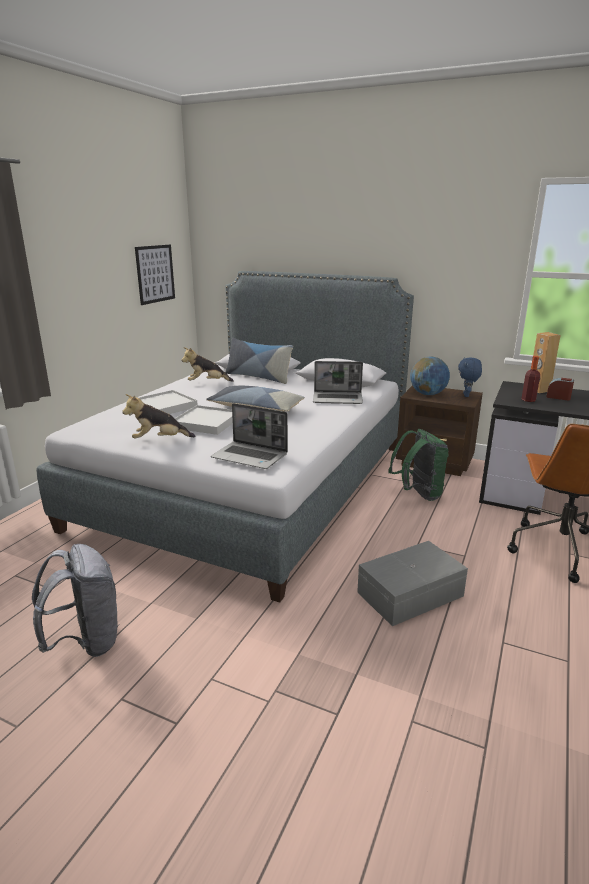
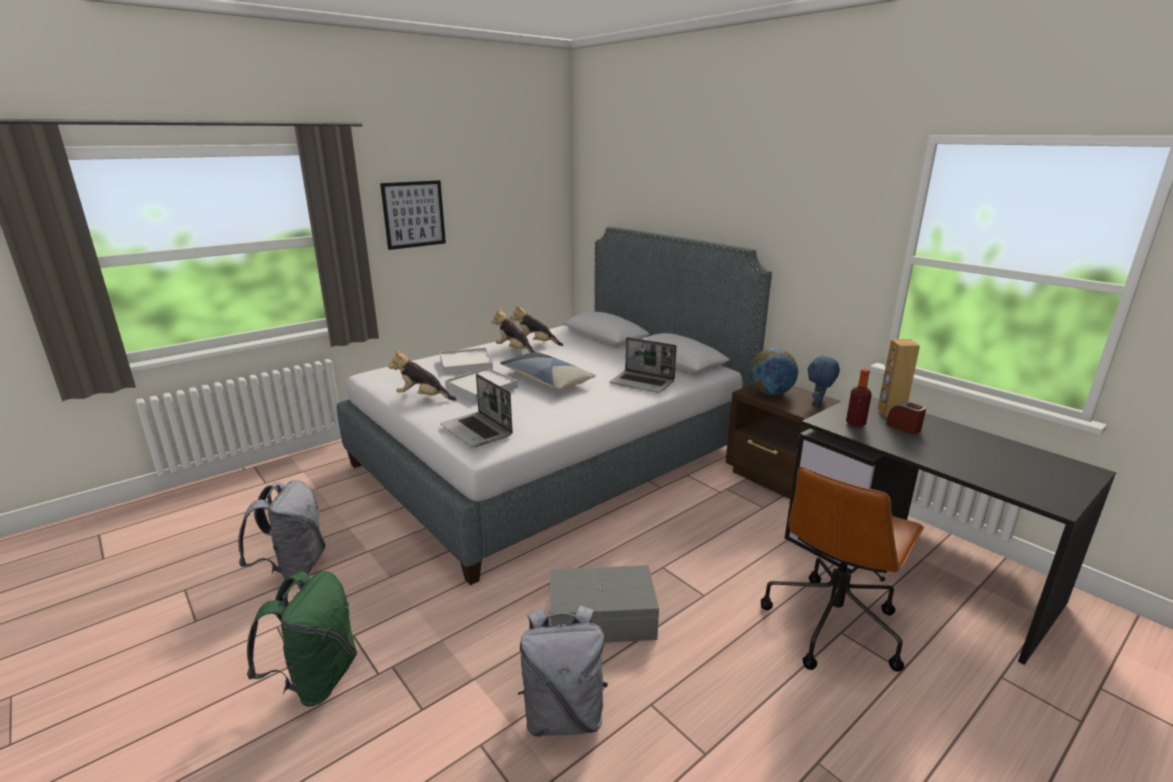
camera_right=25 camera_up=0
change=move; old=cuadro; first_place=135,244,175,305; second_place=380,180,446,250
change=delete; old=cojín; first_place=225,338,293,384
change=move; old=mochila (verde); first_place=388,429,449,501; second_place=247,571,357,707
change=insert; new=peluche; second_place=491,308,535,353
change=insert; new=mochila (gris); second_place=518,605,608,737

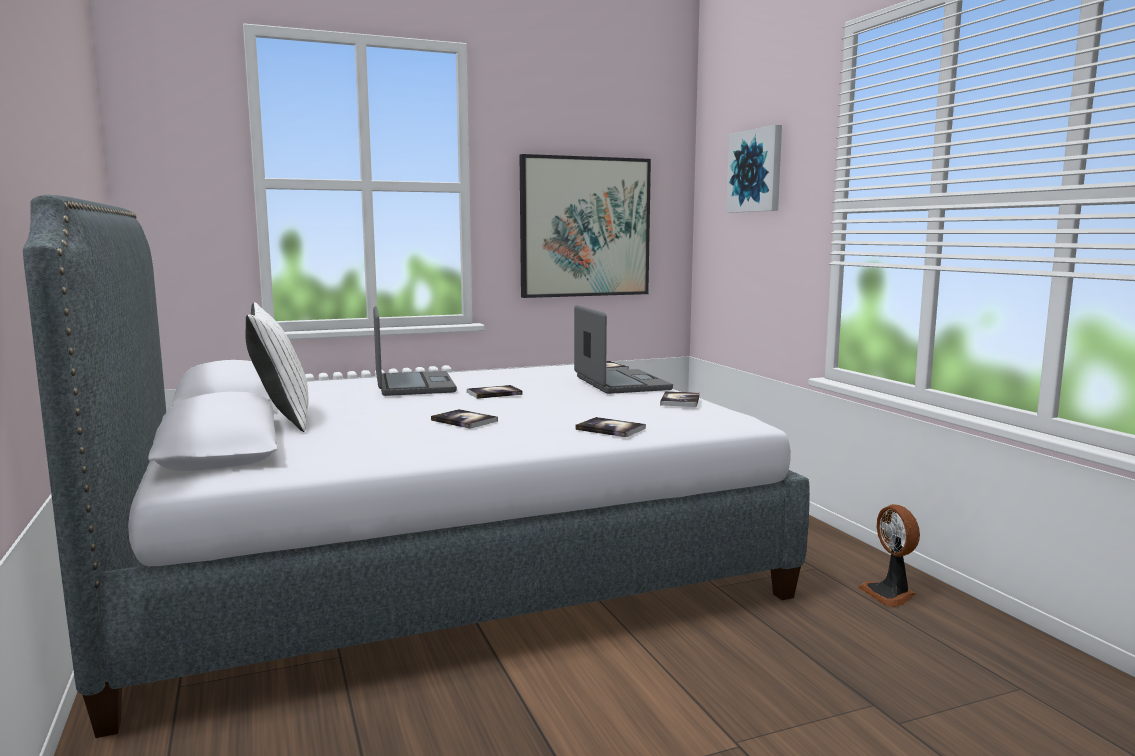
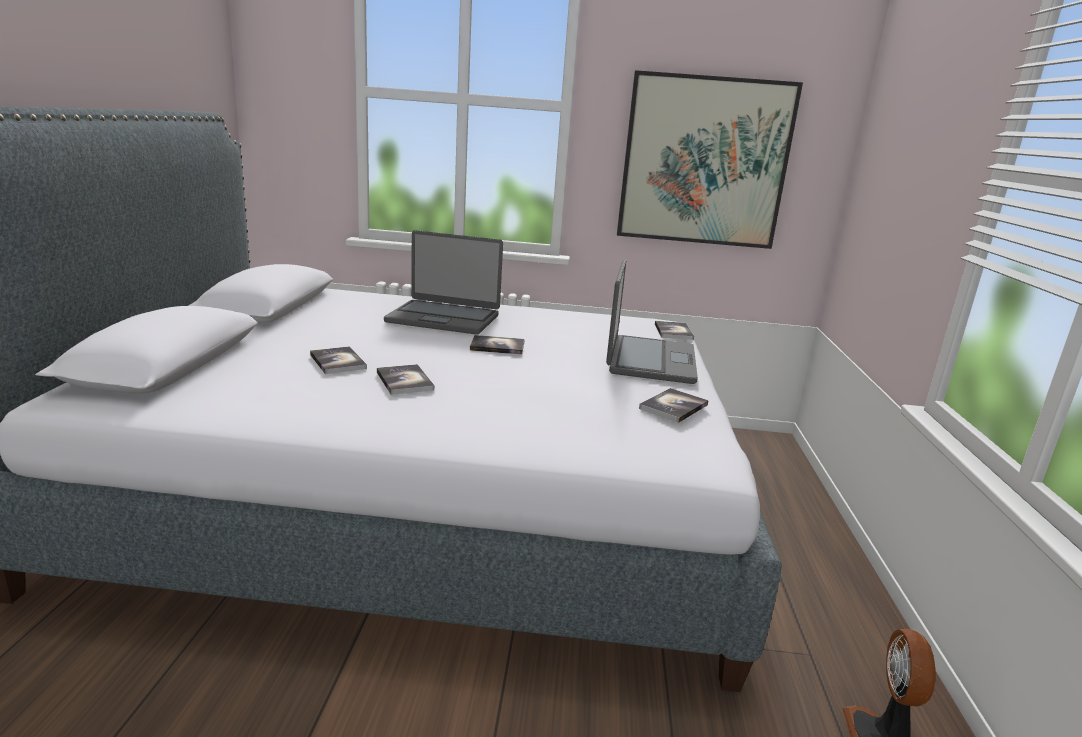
camera_right=25 camera_up=10
change=delete; old=cuadro; first_place=726,125,782,213
change=delete; old=cojín (blanco); first_place=245,302,308,432
change=rotate; old=portátil; first_place=373,306,457,396; second_place=384,230,503,335; degrees=90
change=move; old=libro; first_place=575,417,646,437; second_place=310,346,367,374

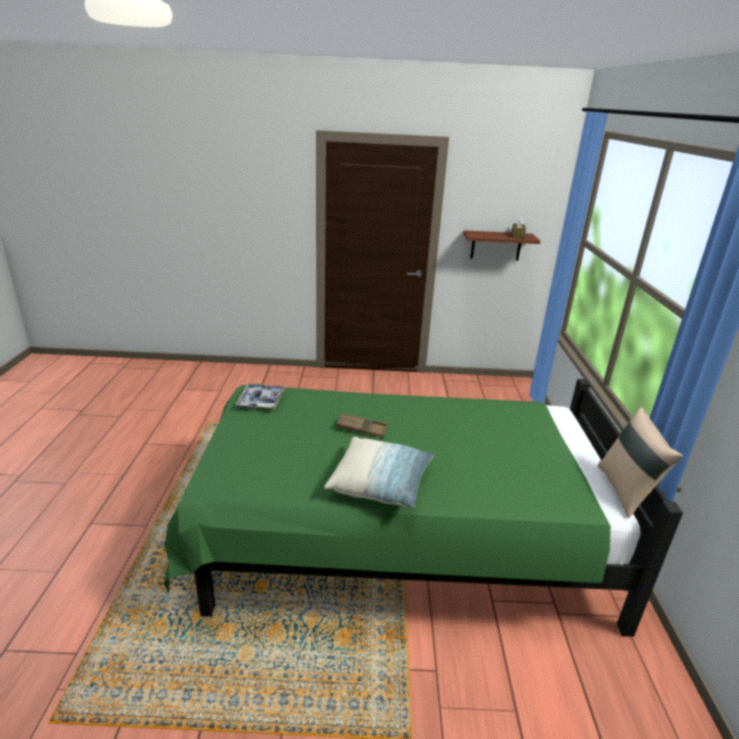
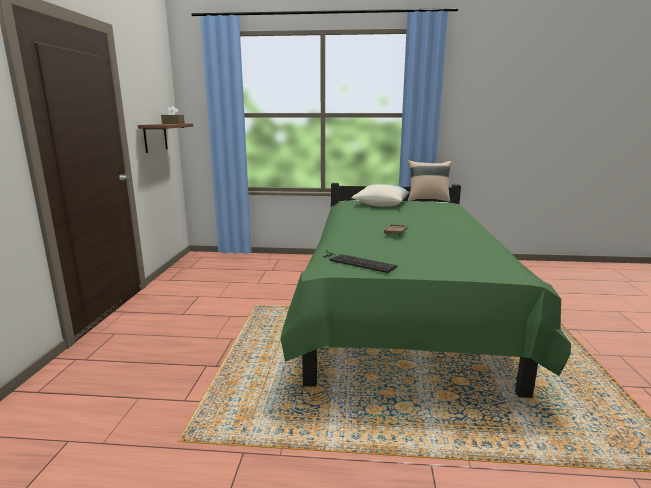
camera_right=-85 camera_up=-10
change=replace; old=bandeja; new=teclado; first_place=235,384,286,409; second_place=322,250,397,273
change=move; old=cojín; first_place=324,437,435,509; second_place=351,184,411,207

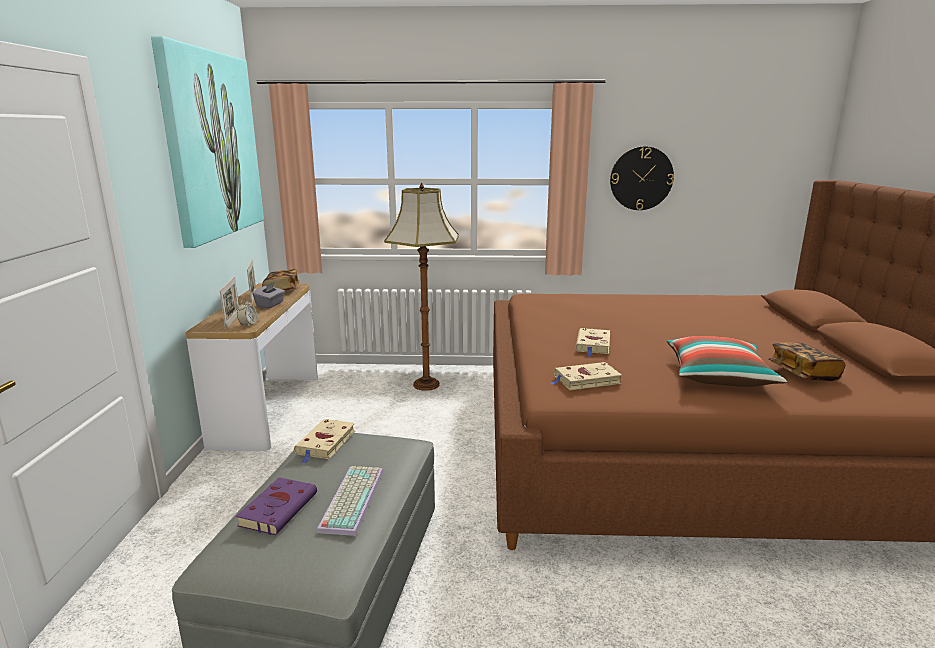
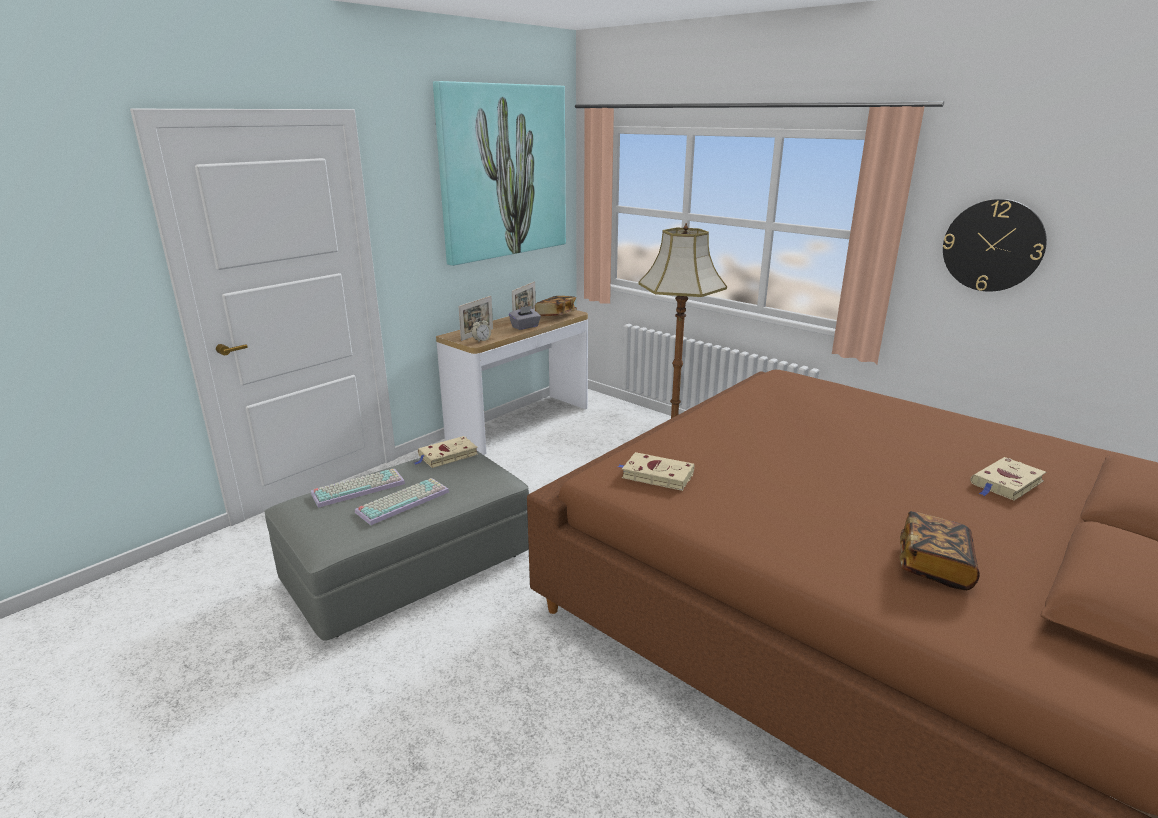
camera_right=40 camera_up=5
change=move; old=libro (beis); first_place=576,328,610,357; second_place=970,457,1046,501
change=delete; old=cojín; first_place=667,336,787,387
change=replace; old=libro (morado); new=teclado; first_place=236,477,317,535; second_place=311,469,405,508

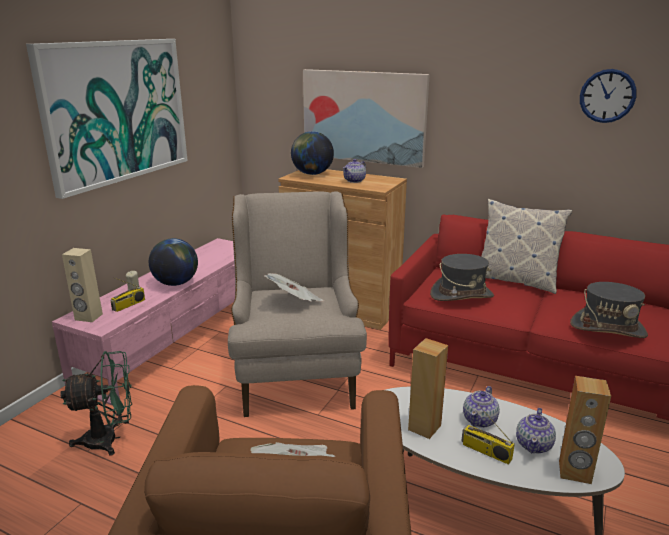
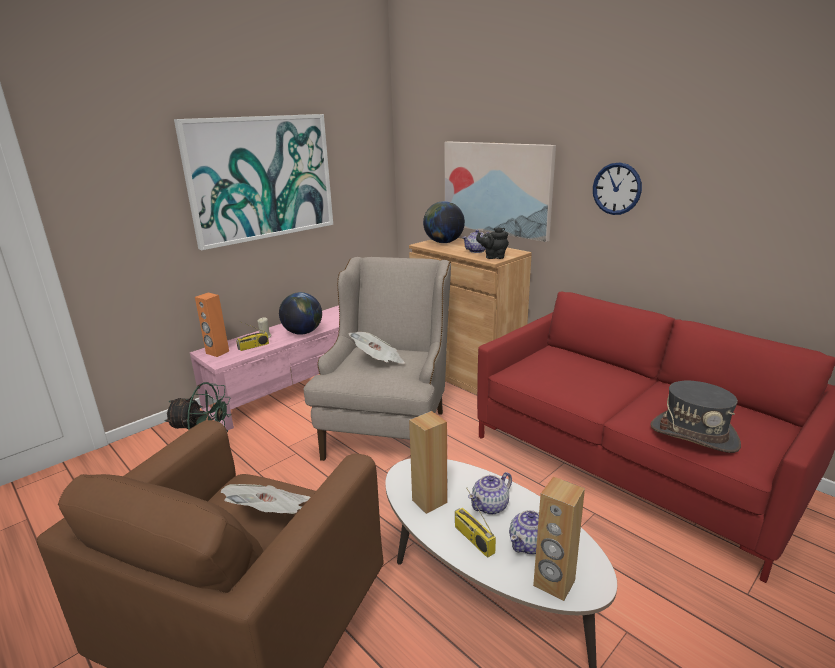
camera_right=20 camera_up=0
change=move; old=reloj de pared; first_place=580,69,637,123; second_place=593,162,642,215
change=delete; old=cojín; first_place=481,199,572,294
change=recolor; old=altavoz (beis); new=altavoz (naranja); first_place=62,248,103,322; second_place=195,293,229,357
change=delete; old=sombrero (gris); first_place=430,254,494,301
change=insert; new=tetera (negro); second_place=476,227,509,259

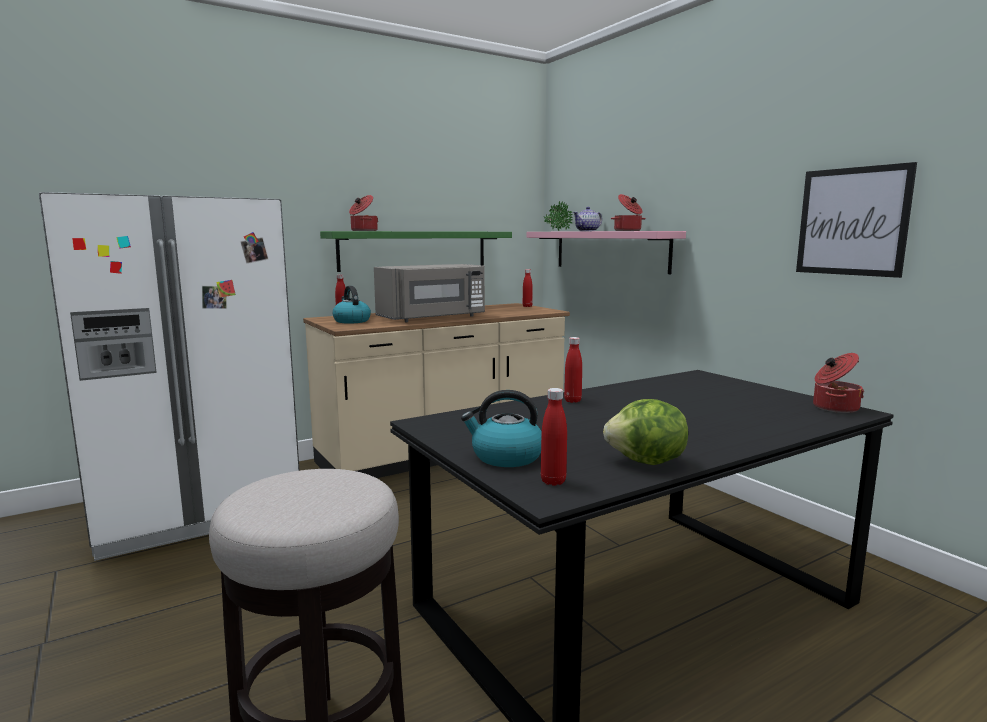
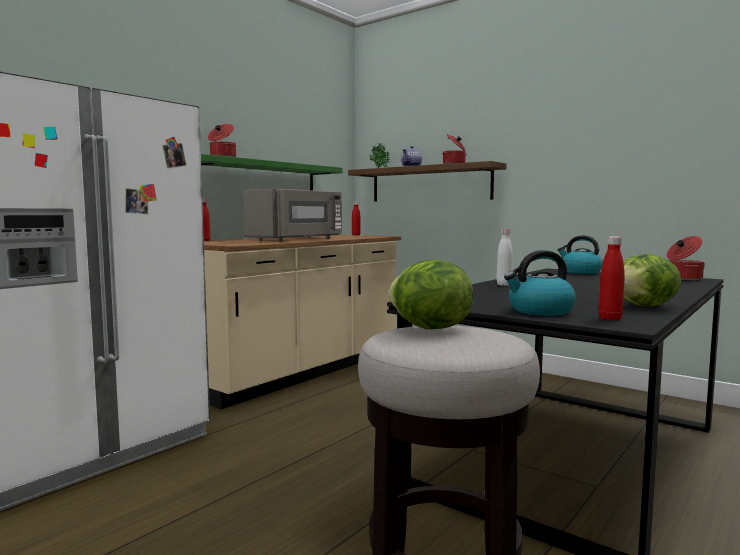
camera_right=-20 camera_up=-5
change=delete; old=cuadro; first_place=796,162,917,278
change=recolor; old=estante (rosa); new=estante (marrón); first_place=527,231,686,274; second_place=348,161,507,202
change=move; old=hervidor; first_place=332,286,371,323; second_place=558,235,603,274
change=recolor; old=botella (rojo); new=botella (blanco); first_place=564,337,582,403; second_place=497,229,513,286
change=insert; new=lechuga; second_place=388,260,473,329

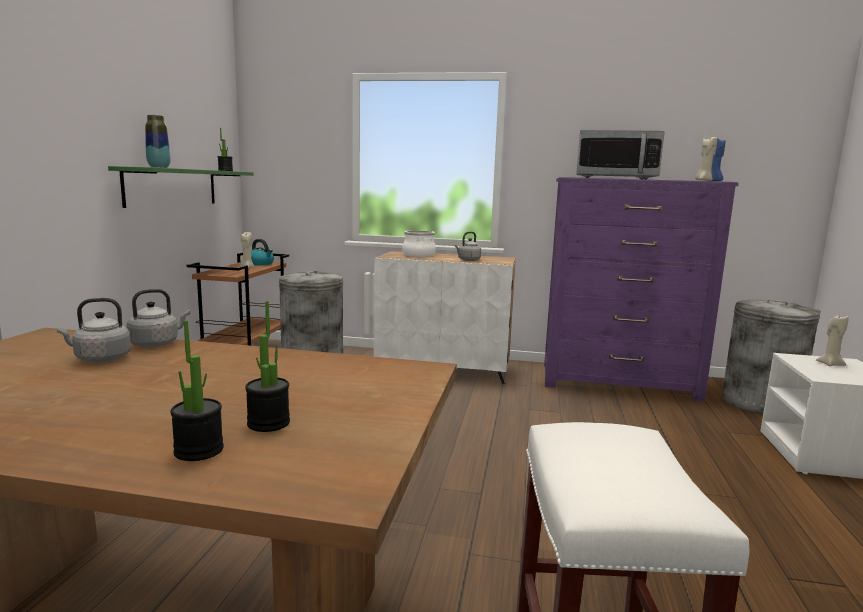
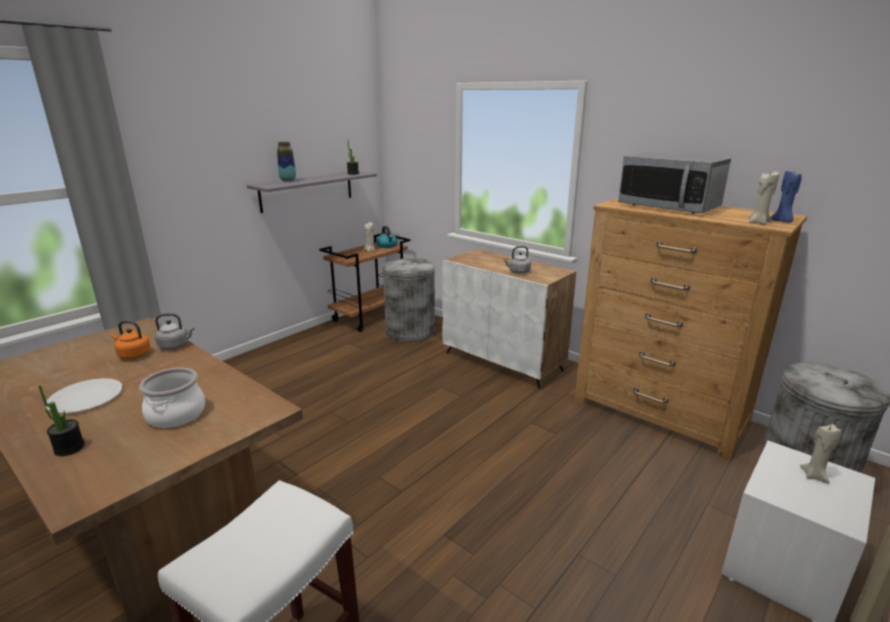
camera_right=30 camera_up=10
change=recolor; old=estante (verde); new=estante (gris); first_place=108,166,254,208; second_place=247,171,377,213
change=recolor; old=cómoda (morado); new=cómoda (marrón); first_place=544,177,738,402; second_place=574,198,807,461
change=move; old=olla; first_place=402,230,436,257; second_place=139,368,205,428
change=recolor; old=hervidor (gris); new=hervidor (naranja); first_place=56,298,131,362; second_place=111,321,151,359
change=delete; old=planta en maceta; first_place=245,301,290,432
change=insert; new=plato (blanco); second_place=45,378,122,414

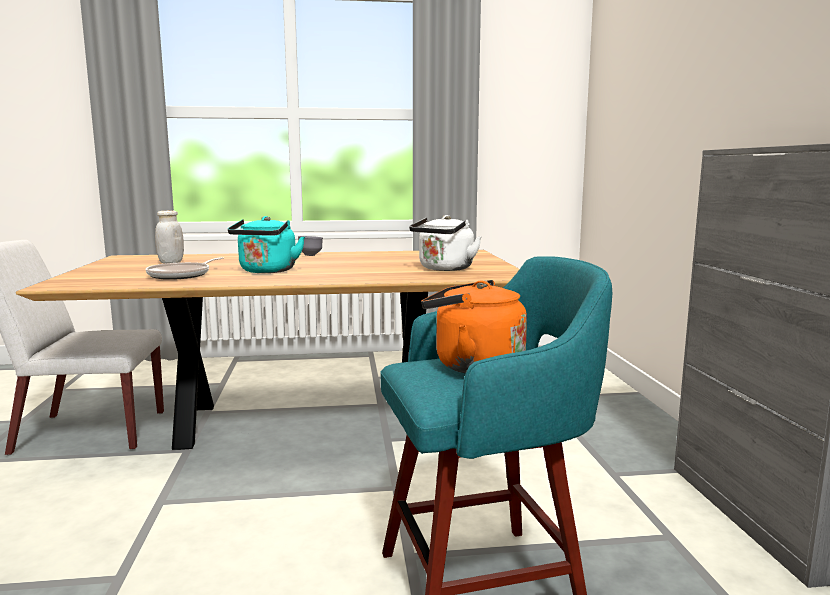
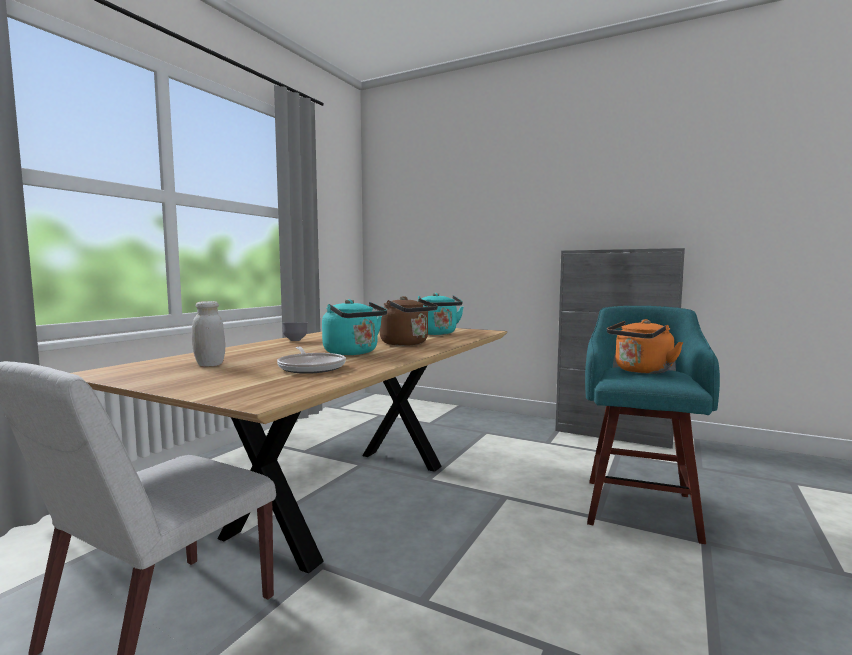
camera_right=-55 camera_up=-5
change=recolor; old=hervidor (blanco); new=hervidor (turquesa); first_place=409,215,482,271; second_place=418,293,464,335
change=insert; new=hervidor (marrón); second_place=380,296,438,346

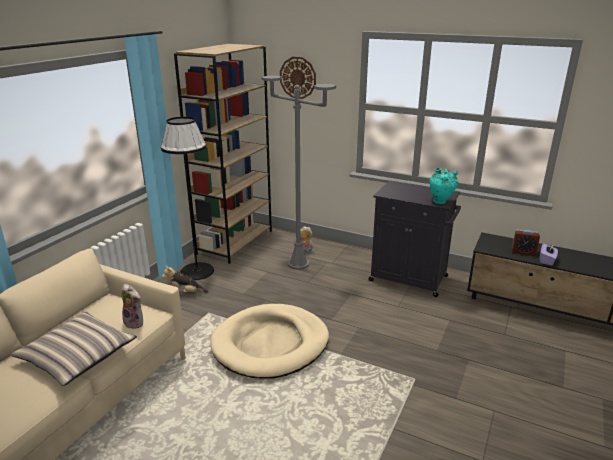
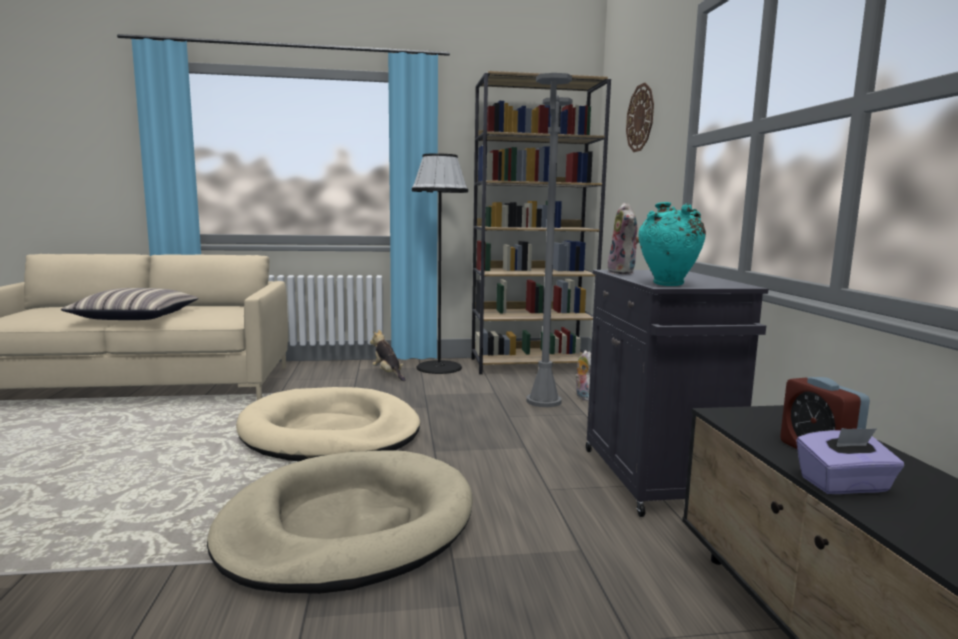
camera_right=55 camera_up=-15
change=move; old=peluche; first_place=121,284,143,329; second_place=608,203,639,274
change=insert; new=cama para perro (beis); second_place=207,450,473,594

